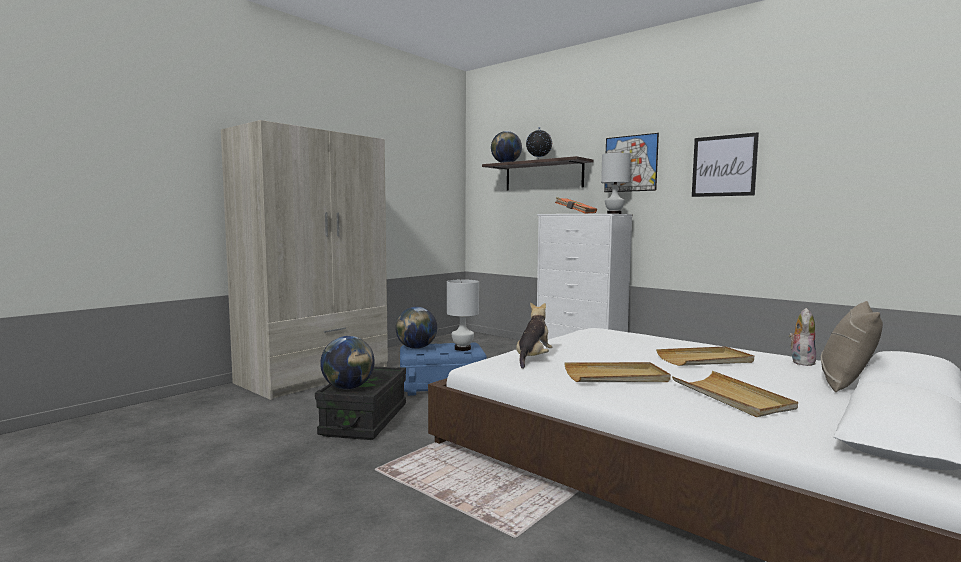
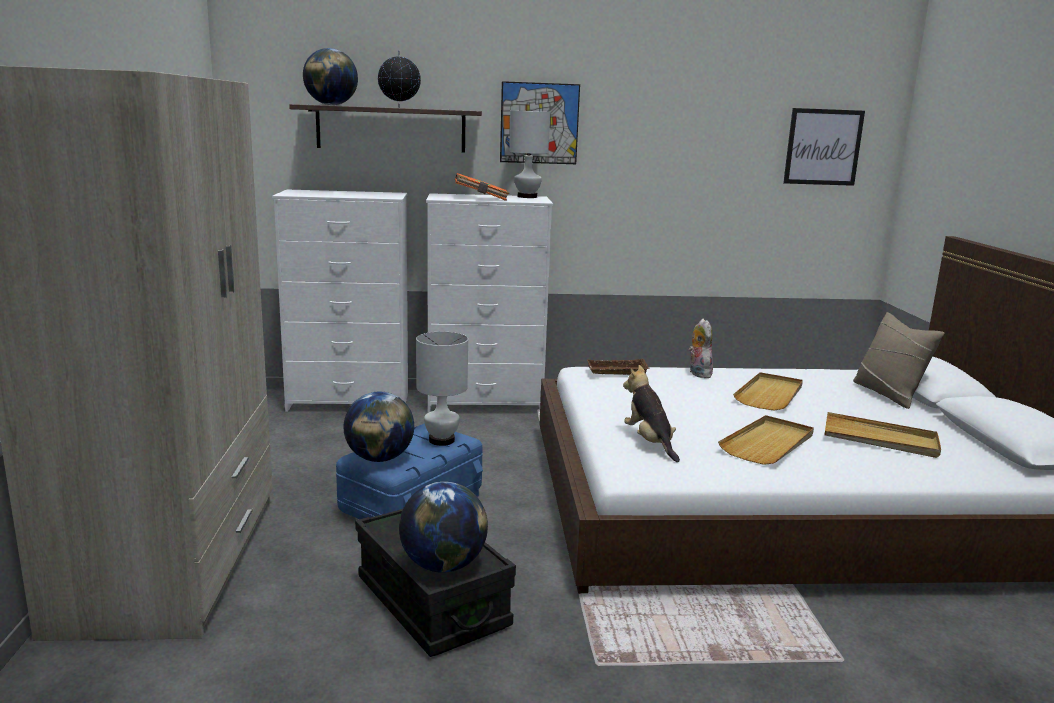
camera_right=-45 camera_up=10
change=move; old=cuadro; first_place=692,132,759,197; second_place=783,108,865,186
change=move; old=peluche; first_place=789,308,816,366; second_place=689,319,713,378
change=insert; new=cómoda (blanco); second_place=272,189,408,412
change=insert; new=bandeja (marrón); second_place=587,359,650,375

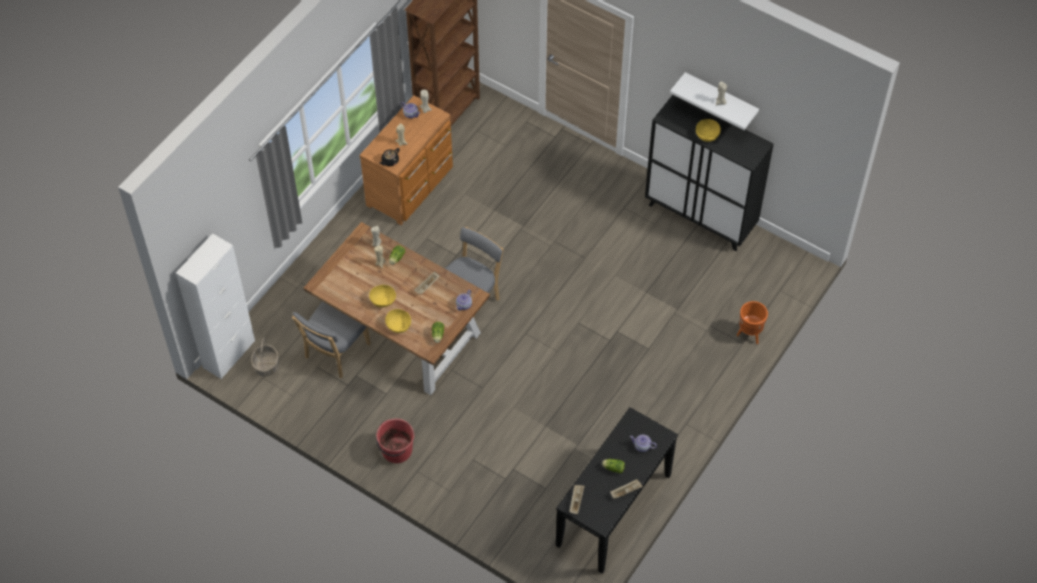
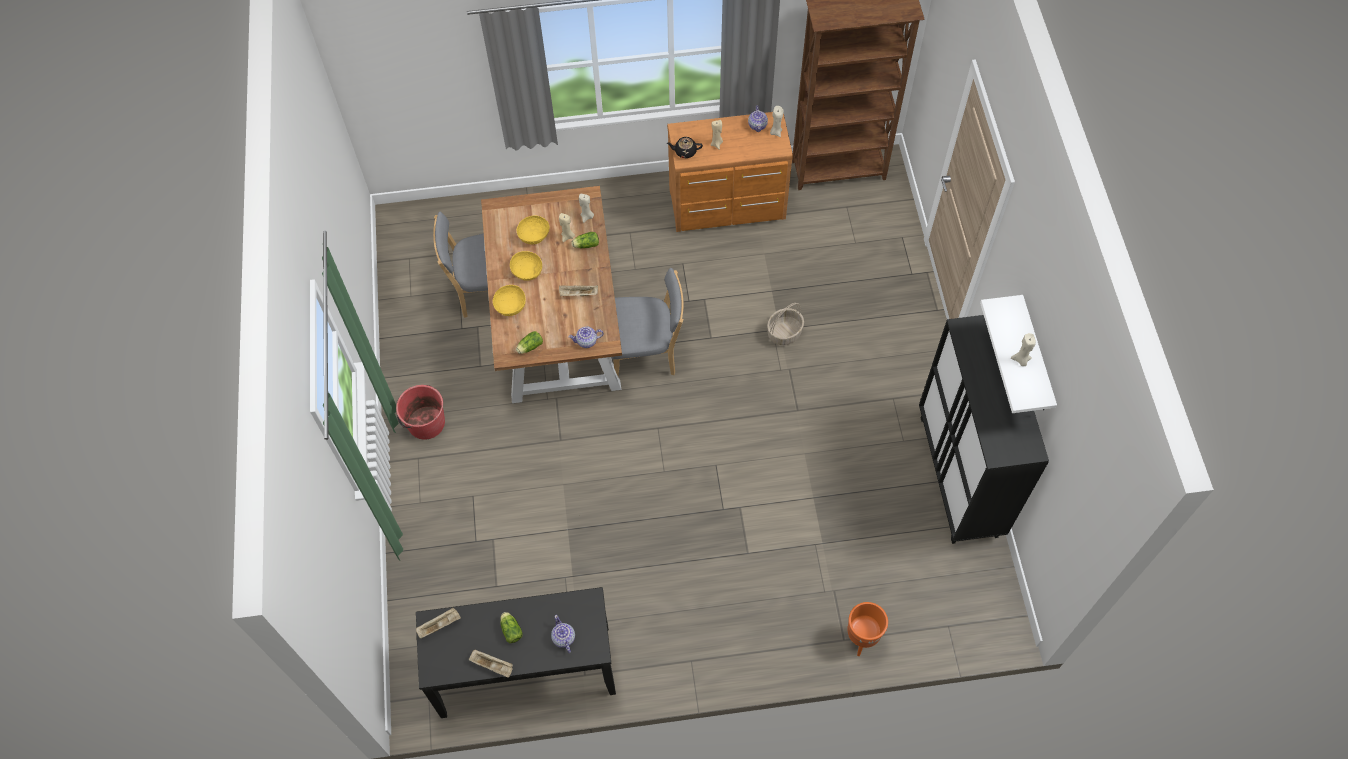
camera_right=50 camera_up=5
change=move; old=cuenco (amarillo); first_place=696,119,721,142; second_place=517,216,549,245
change=delete; old=armario (blanco); first_place=176,234,255,379
change=move; old=cesta; first_place=251,338,279,377; second_place=767,303,804,345

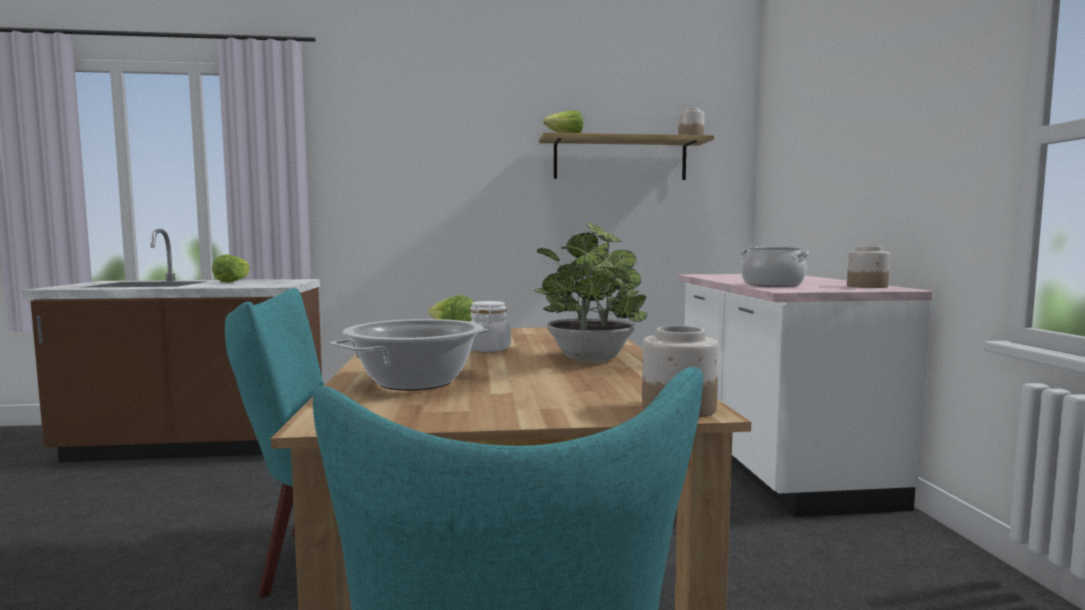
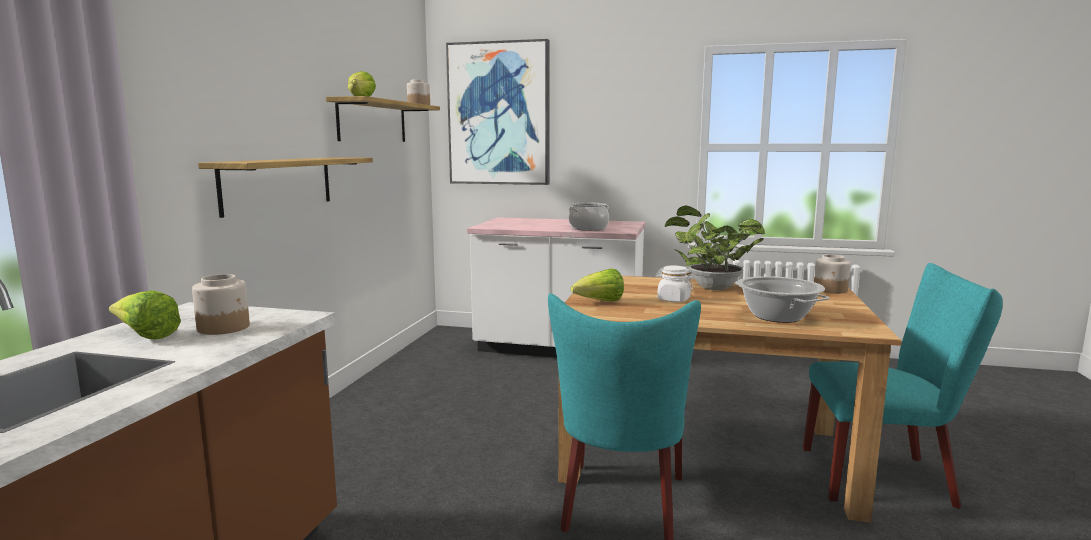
camera_right=-70 camera_up=5
change=move; old=tarro; first_place=847,246,890,288; second_place=192,274,250,335
change=insert; new=cuadro; second_place=446,39,550,185
change=insert; new=estante; second_place=198,157,373,218

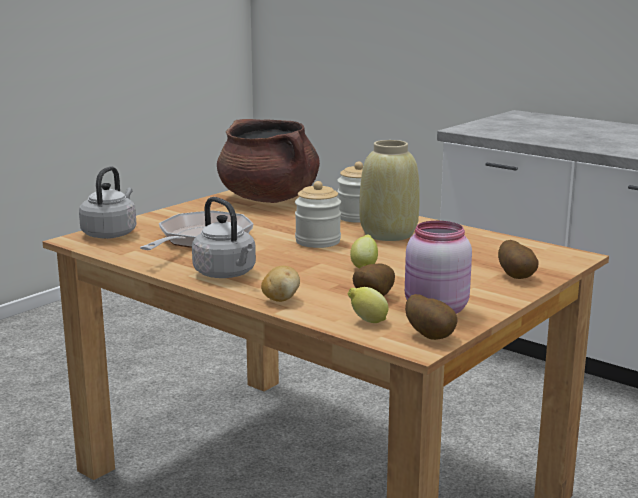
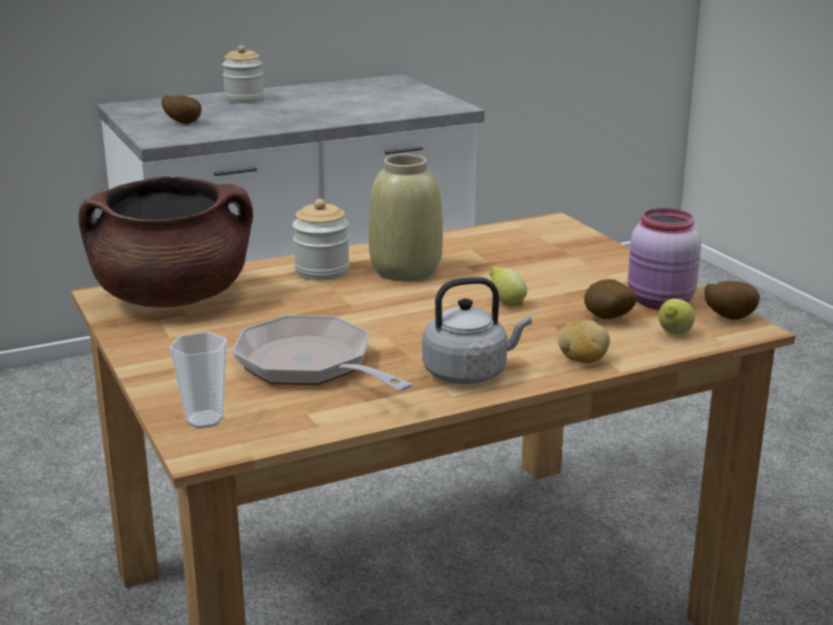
camera_right=-65 camera_up=5
change=replace; old=hervidor (gris); new=taza; first_place=79,166,137,239; second_place=169,332,227,429
change=move; old=tarro; first_place=295,181,341,248; second_place=222,45,264,103
change=move; old=patata; first_place=498,240,539,279; second_place=162,95,202,124

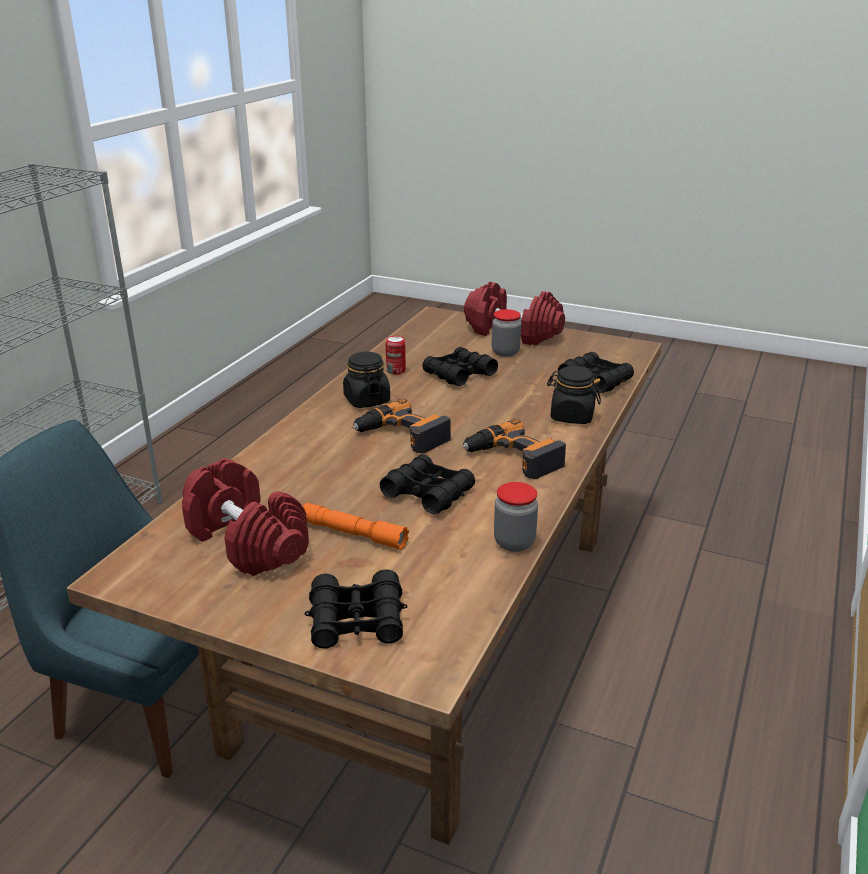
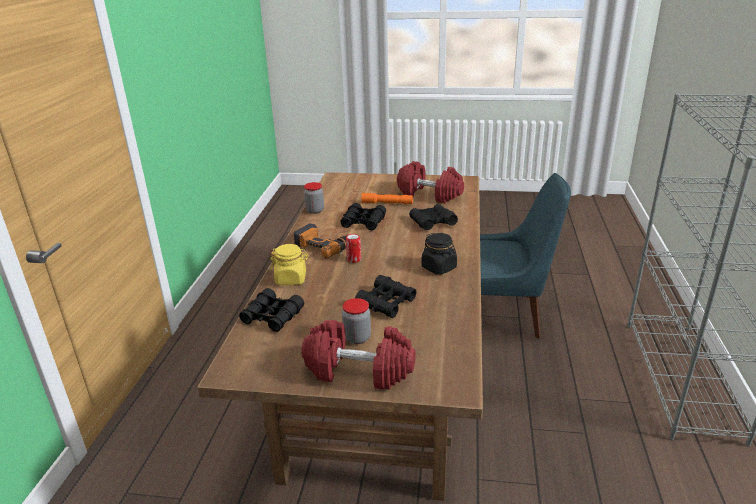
camera_right=165 camera_up=0
change=move; old=lata; first_place=386,336,406,375; second_place=346,234,361,263
change=recolor; old=tarro (negro); new=tarro (amarillo); first_place=547,366,601,424; second_place=270,244,309,285
change=delete; old=taladro; first_place=352,398,451,454
change=move; old=prismáticos (negro); first_place=305,569,407,649; second_place=409,204,458,230

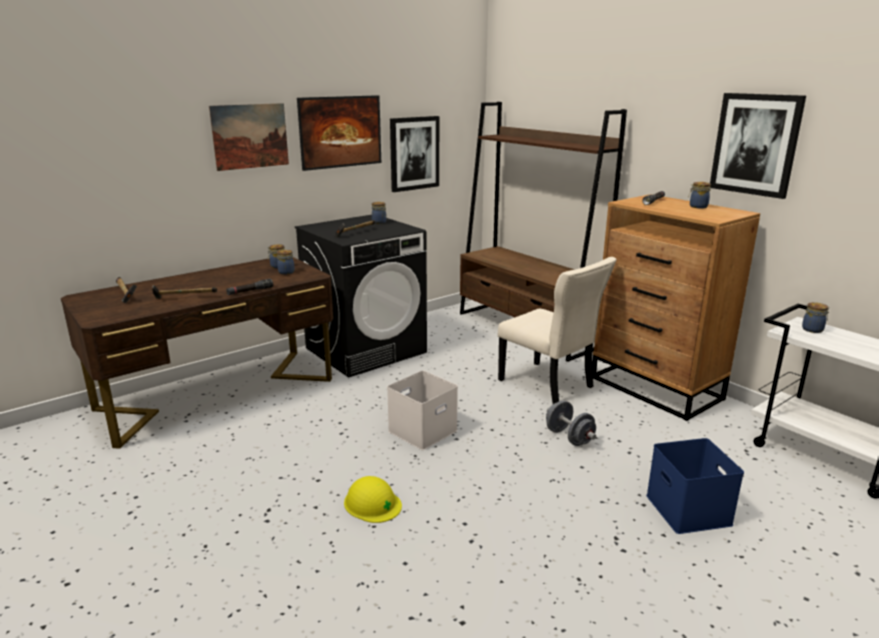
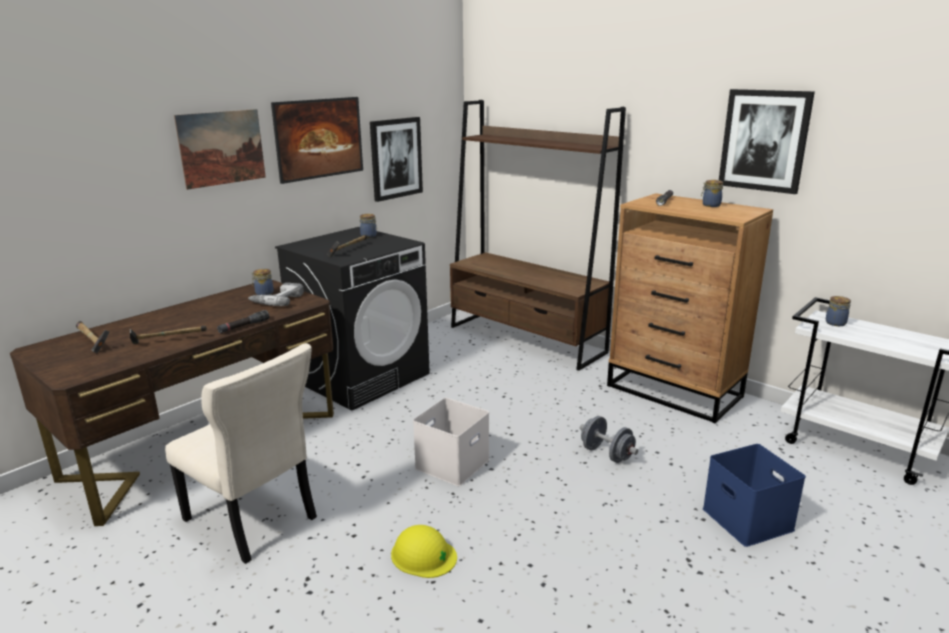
camera_right=-10 camera_up=0
change=replace; old=tarro; new=taladro; first_place=277,250,295,275; second_place=248,283,304,306
change=move; old=silla (beis); first_place=498,257,617,404; second_place=165,343,317,564

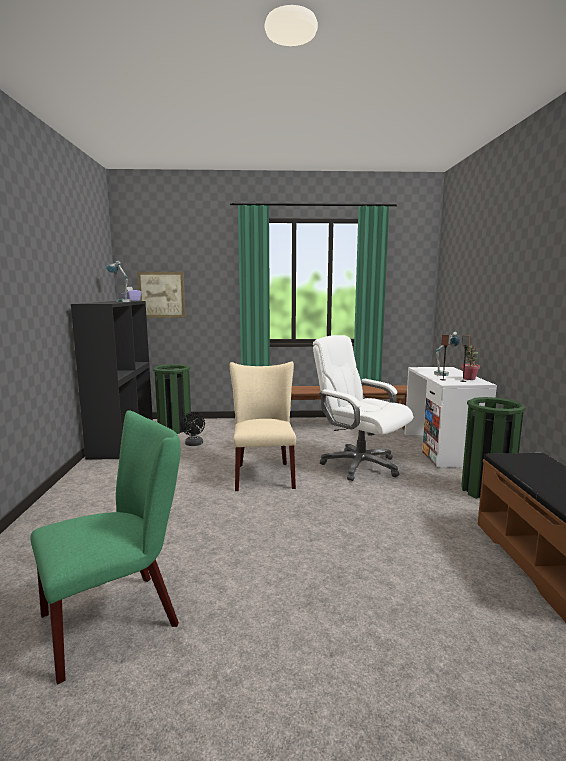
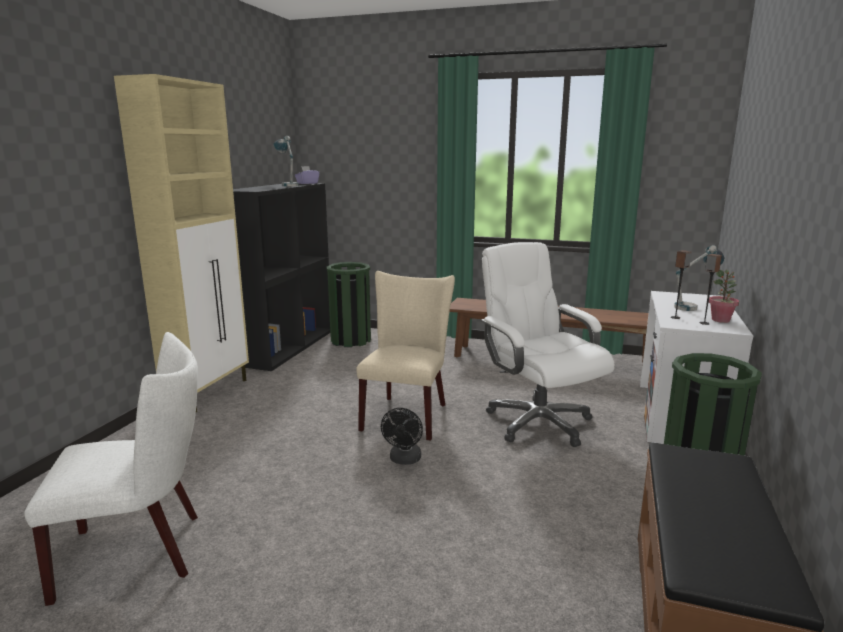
camera_right=20 camera_up=5
change=delete; old=cuadro; first_place=137,272,185,318
change=recolor; old=silla (verde); new=silla (blanco); first_place=30,410,181,685; second_place=24,332,198,606
change=move; old=ventilador (negro); first_place=180,412,205,446; second_place=381,408,423,465
change=insert; new=armario (beis); second_place=114,74,249,412

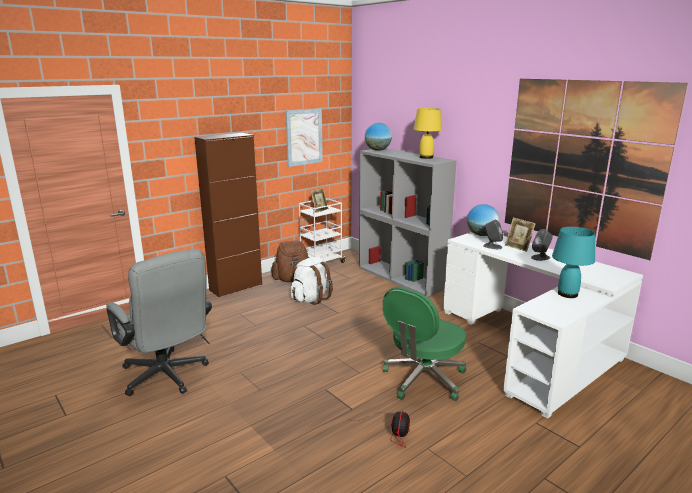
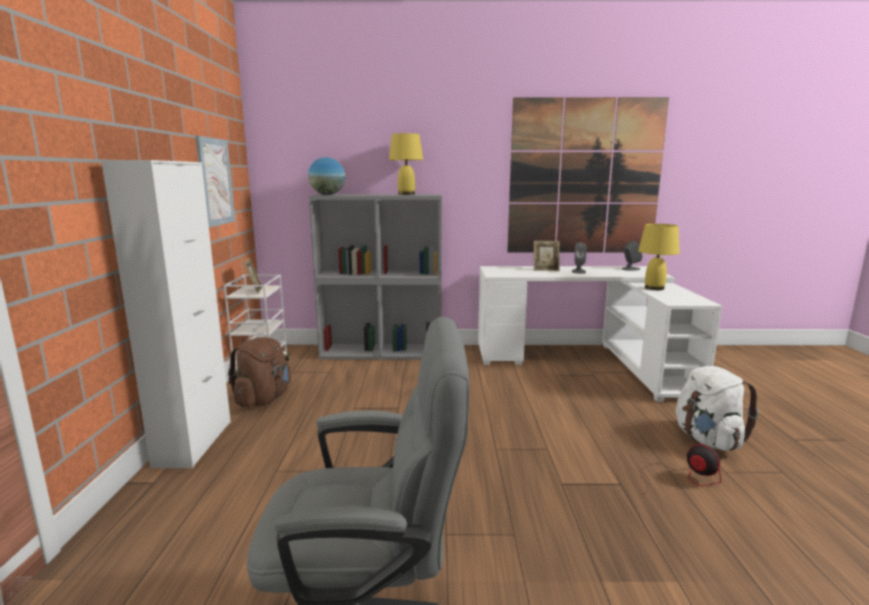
camera_right=-50 camera_up=-5
change=recolor; old=armario (marrón); new=armario (blanco); first_place=194,133,262,297; second_place=101,160,231,468
change=delete; old=globo terráqueo; first_place=467,204,500,236
change=move; old=altavoz (gris); first_place=483,220,503,249; second_place=621,241,643,271
change=recolor; old=lámpara de mesa (turquesa); new=lámpara de mesa (amarillo); first_place=552,227,595,298; second_place=638,224,679,290
change=move; old=mochila (blanco); first_place=291,257,333,305; second_place=676,366,759,451
change=delete; old=silla de oficina (verde); first_place=383,287,466,401

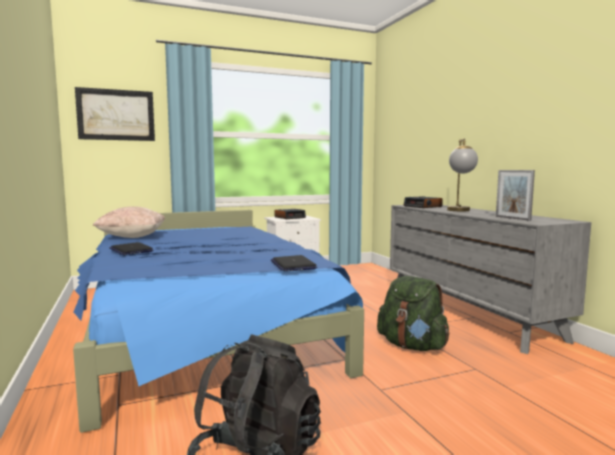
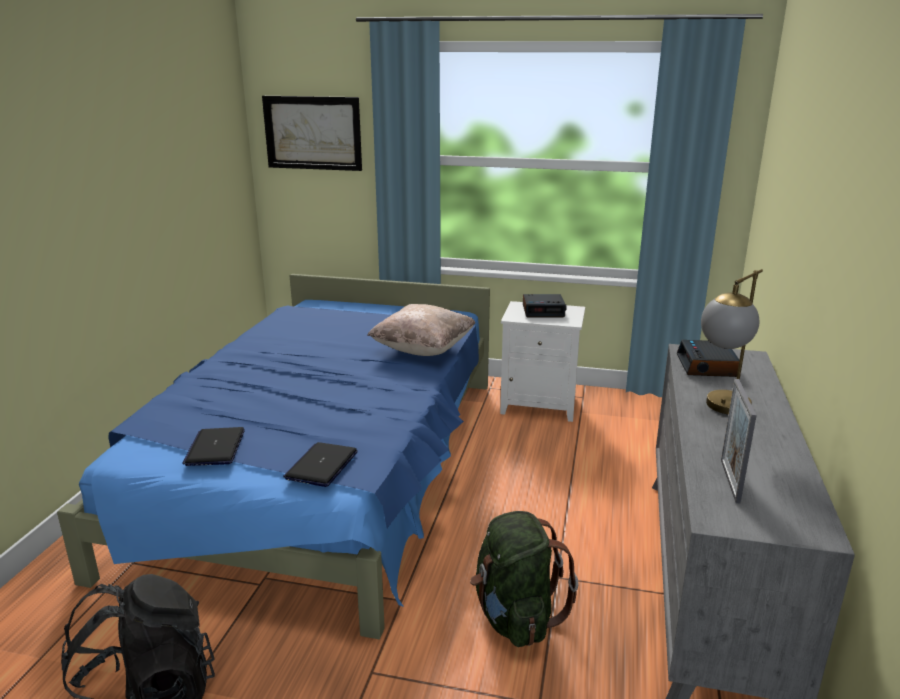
camera_right=35 camera_up=15
change=move; old=cojín (beis); first_place=93,206,165,238; second_place=367,304,476,356
change=move; old=portátil; first_place=109,242,153,255; second_place=182,427,245,466

